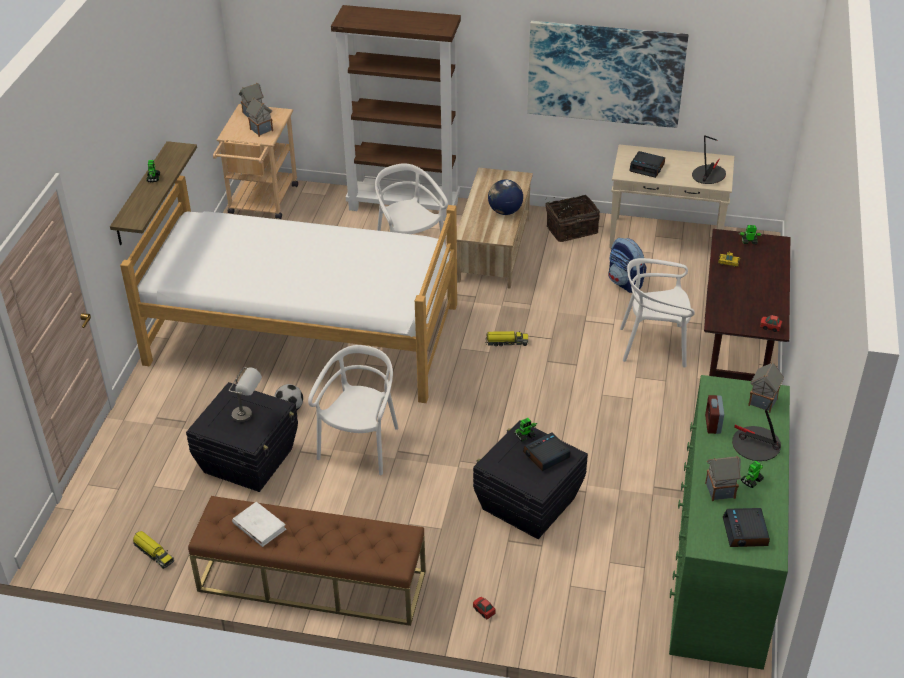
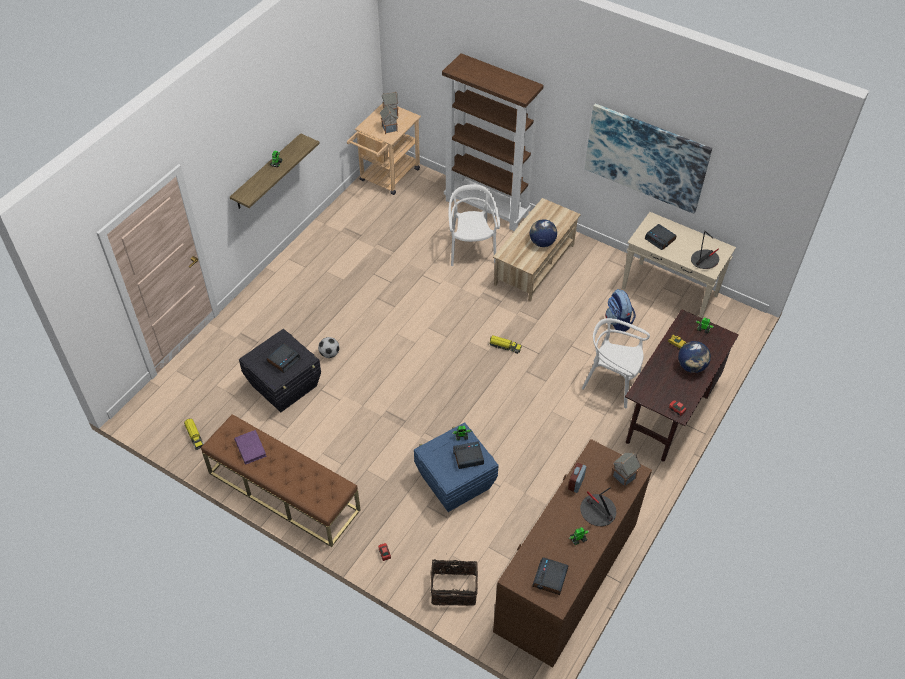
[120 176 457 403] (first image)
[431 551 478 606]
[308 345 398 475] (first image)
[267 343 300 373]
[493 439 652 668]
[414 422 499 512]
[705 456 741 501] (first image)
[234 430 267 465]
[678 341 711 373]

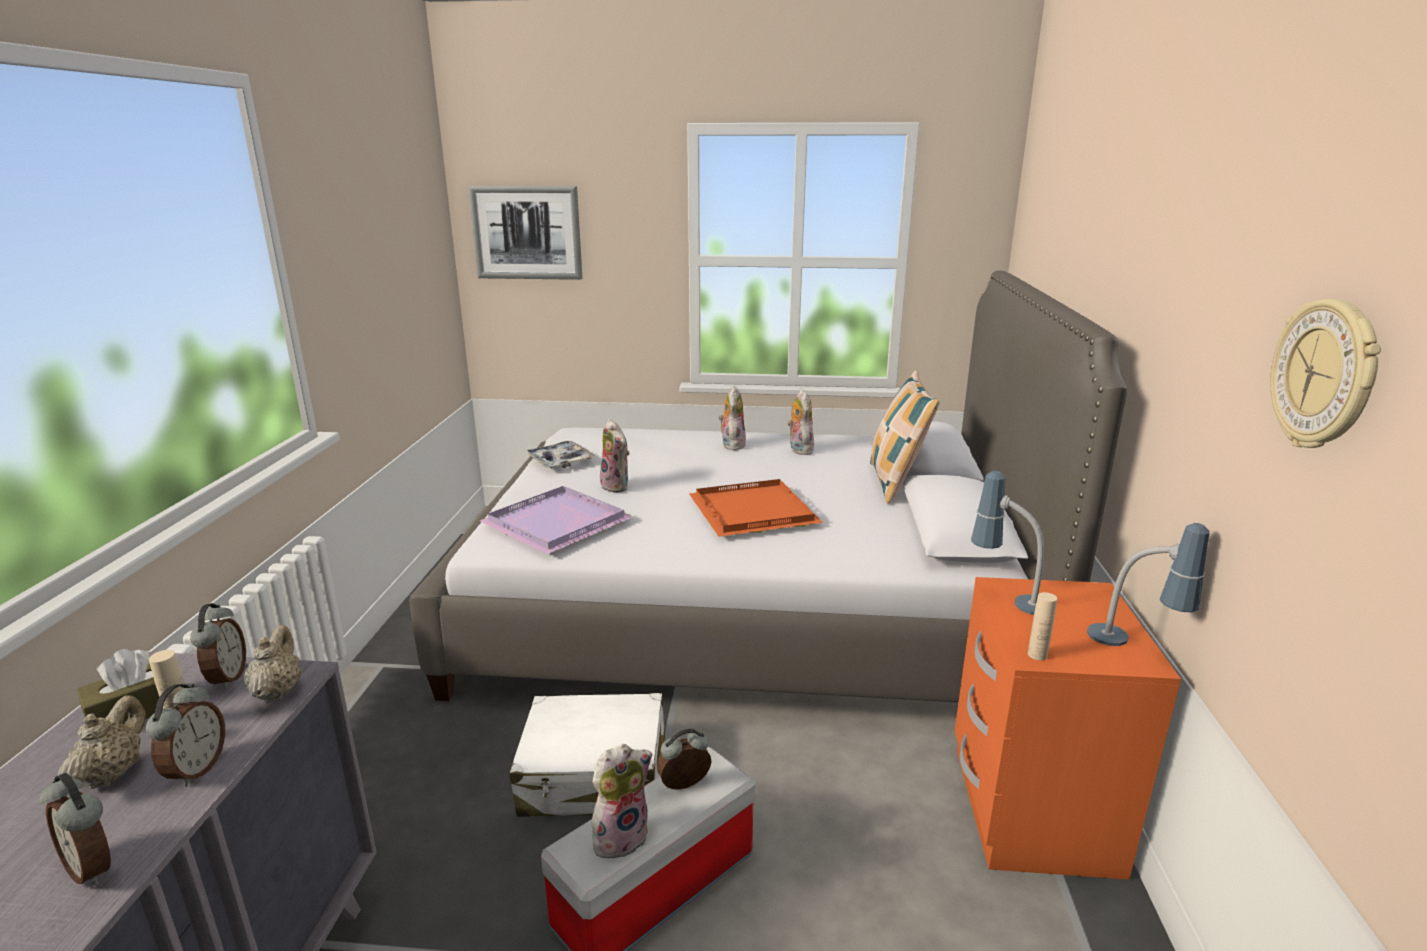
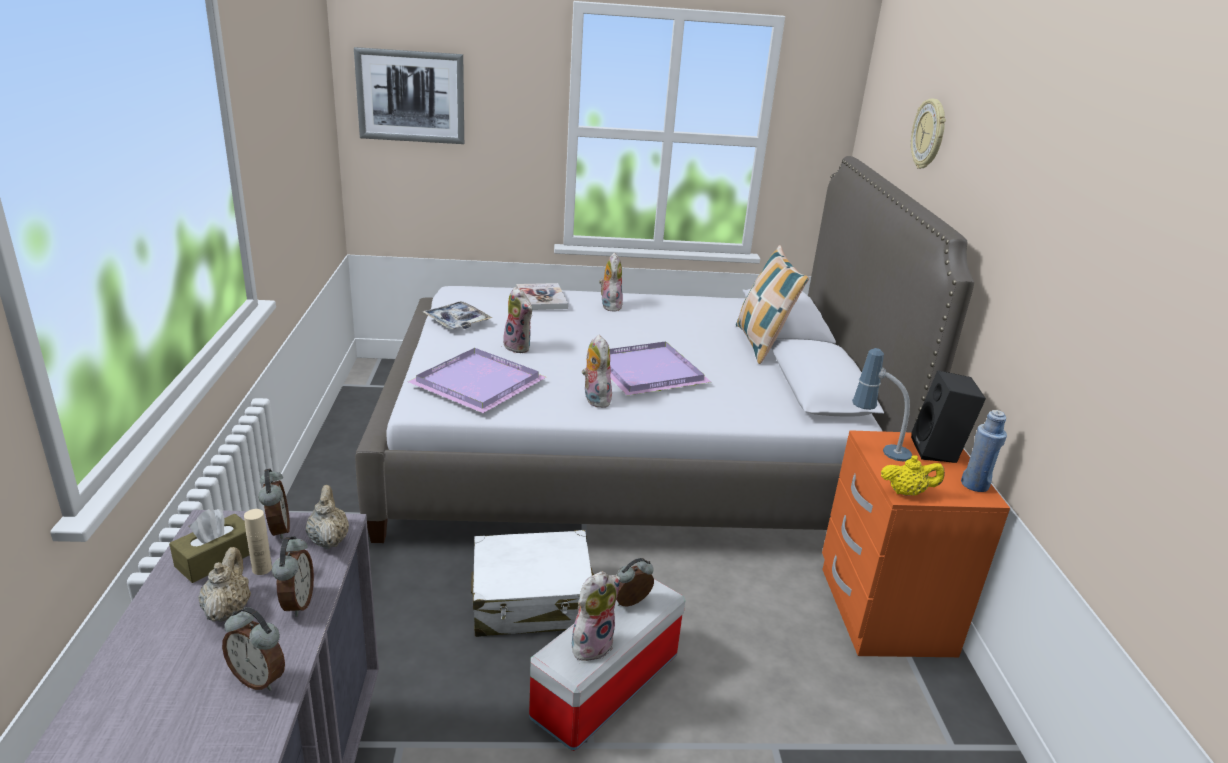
[911 99 946 169]
[582 334 612 408]
[610 341 711 396]
[961 410 1007 492]
[881 455 945 496]
[516 283 568 310]
[911 370 986 463]

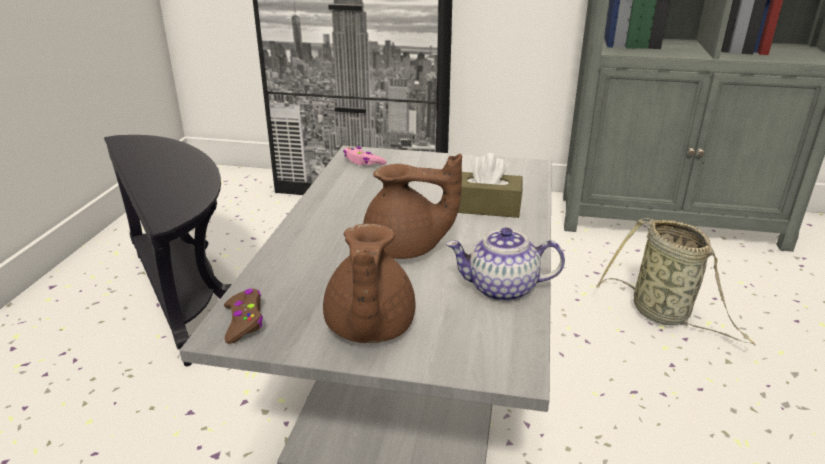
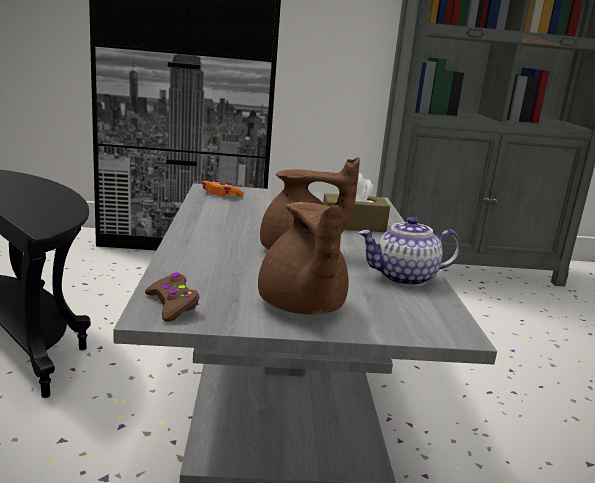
[202 180 244 197]
[596 218 756 346] (first image)

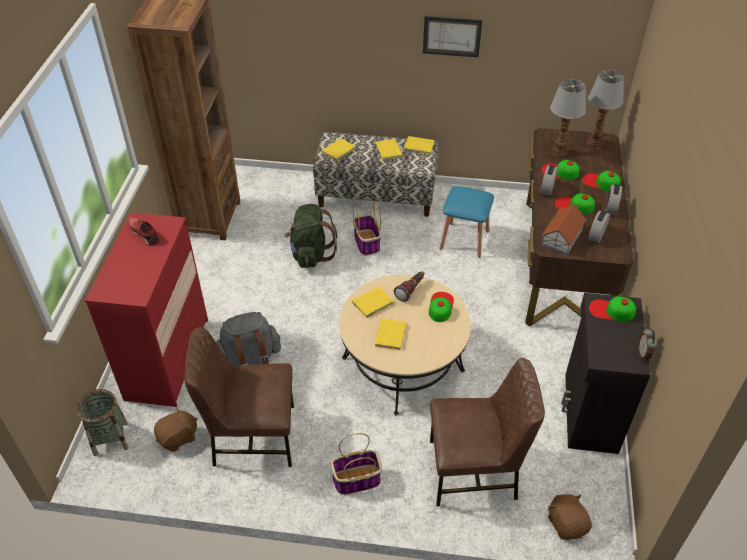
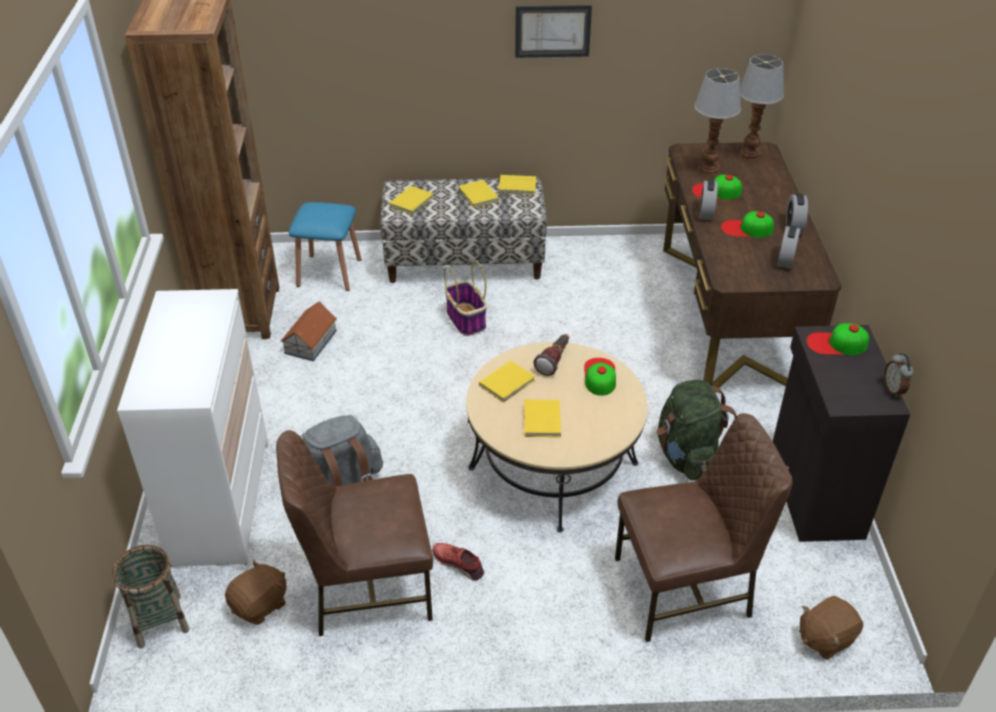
[582 171 621 191] (first image)
[289 202 361 291]
[656 380 737 480]
[281 301 337 361]
[117 289 269 567]
[432 543 484 581]
[331 433 382 495] (first image)
[799 596 863 660]

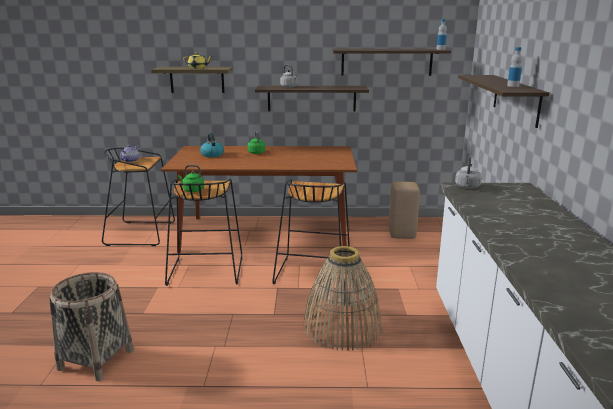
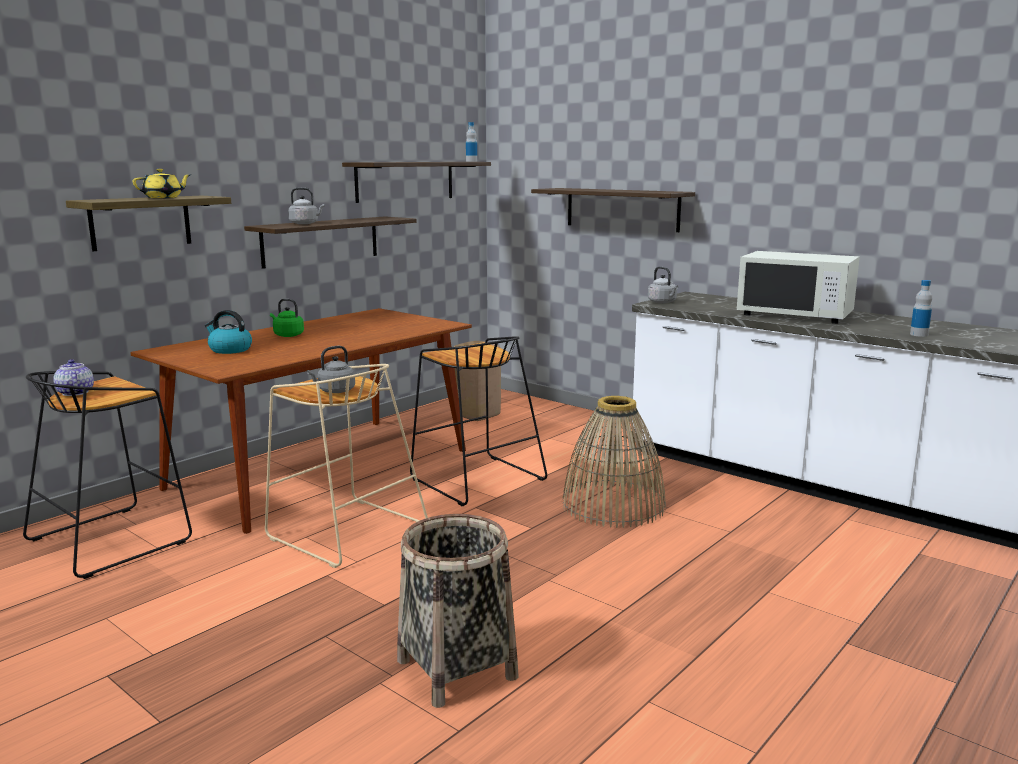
[910 280 932 337]
[307 346 355 393]
[265 364 428 568]
[737 251 860 324]

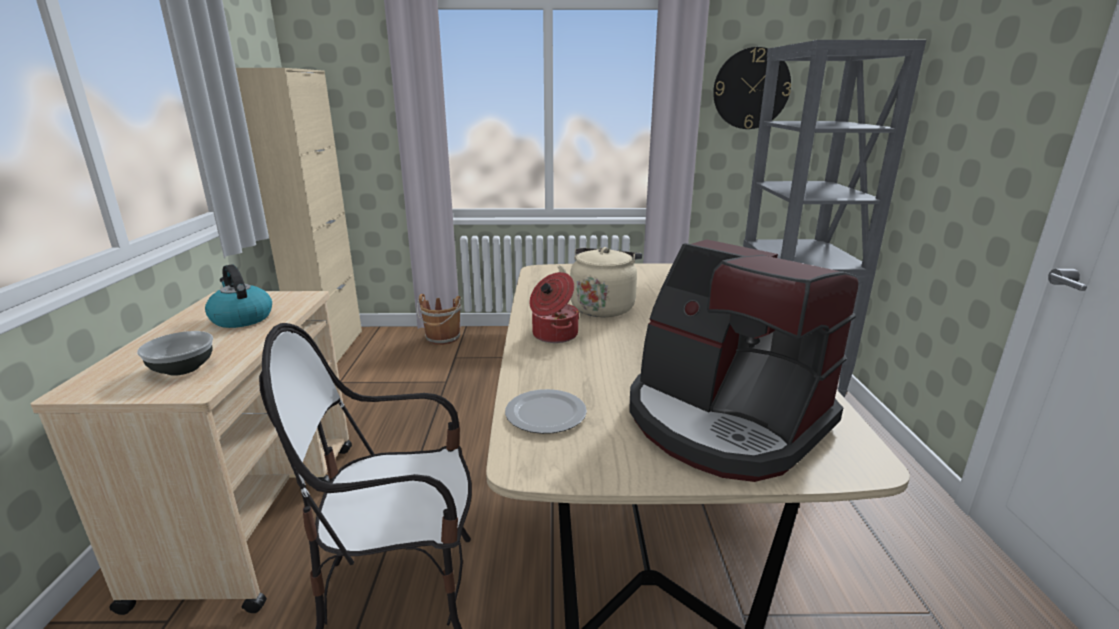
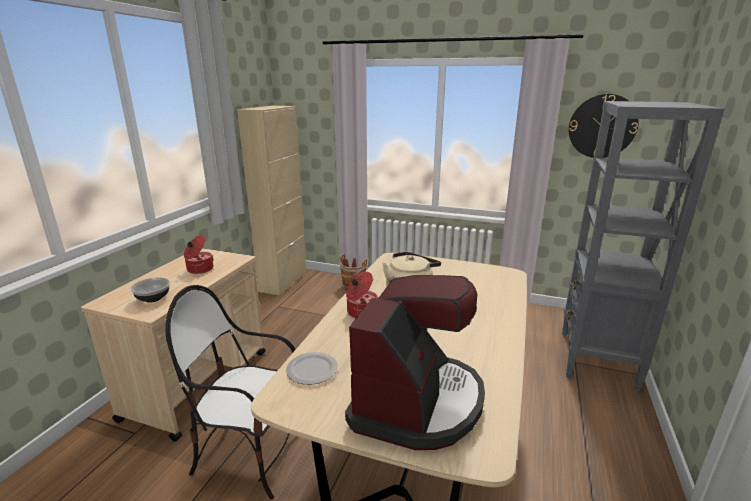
[345 275 485 450]
[184 235 214 274]

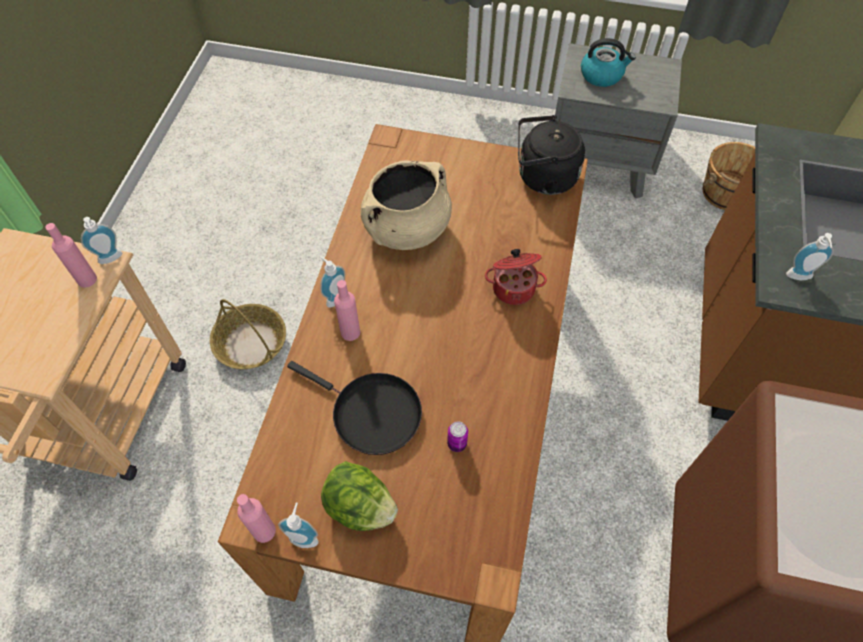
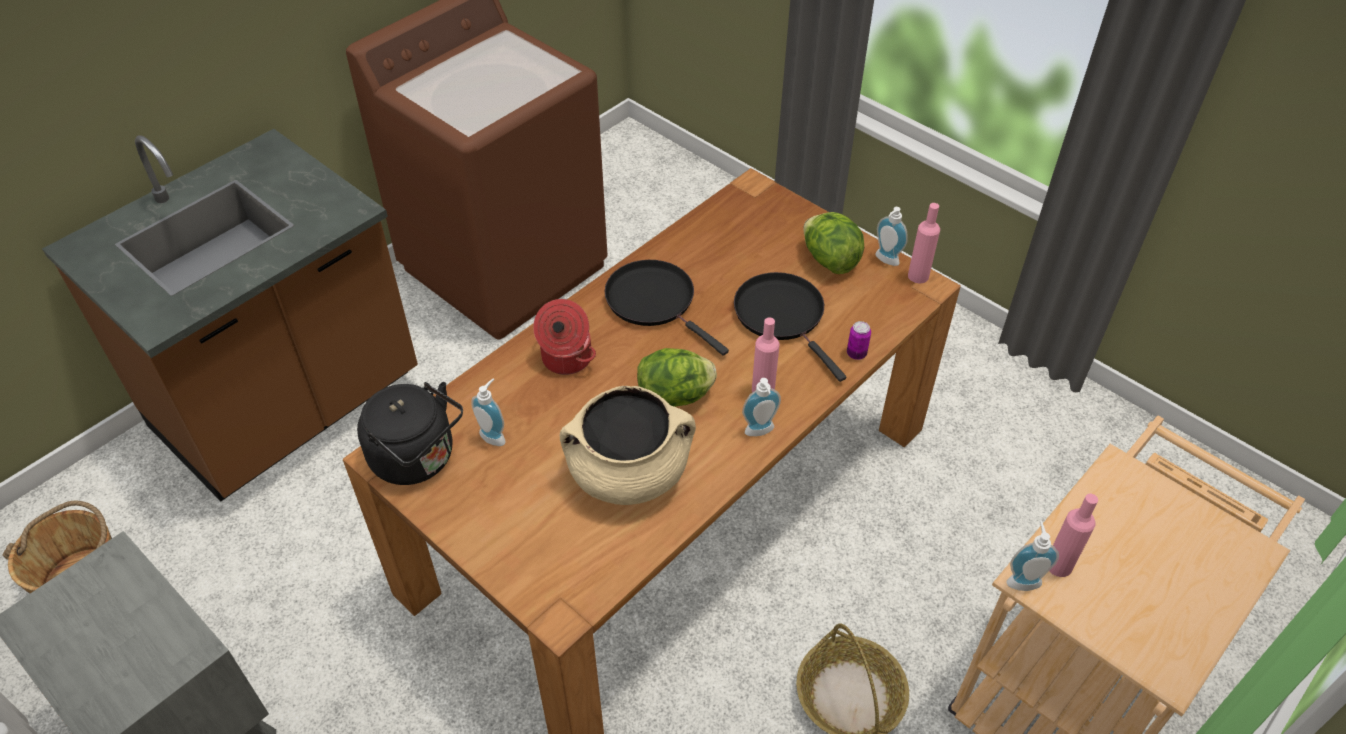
[581 38 636 87] (first image)
[471 378 506 446]
[847 321 871 360]
[604 260 729 356]
[637 348 717 407]

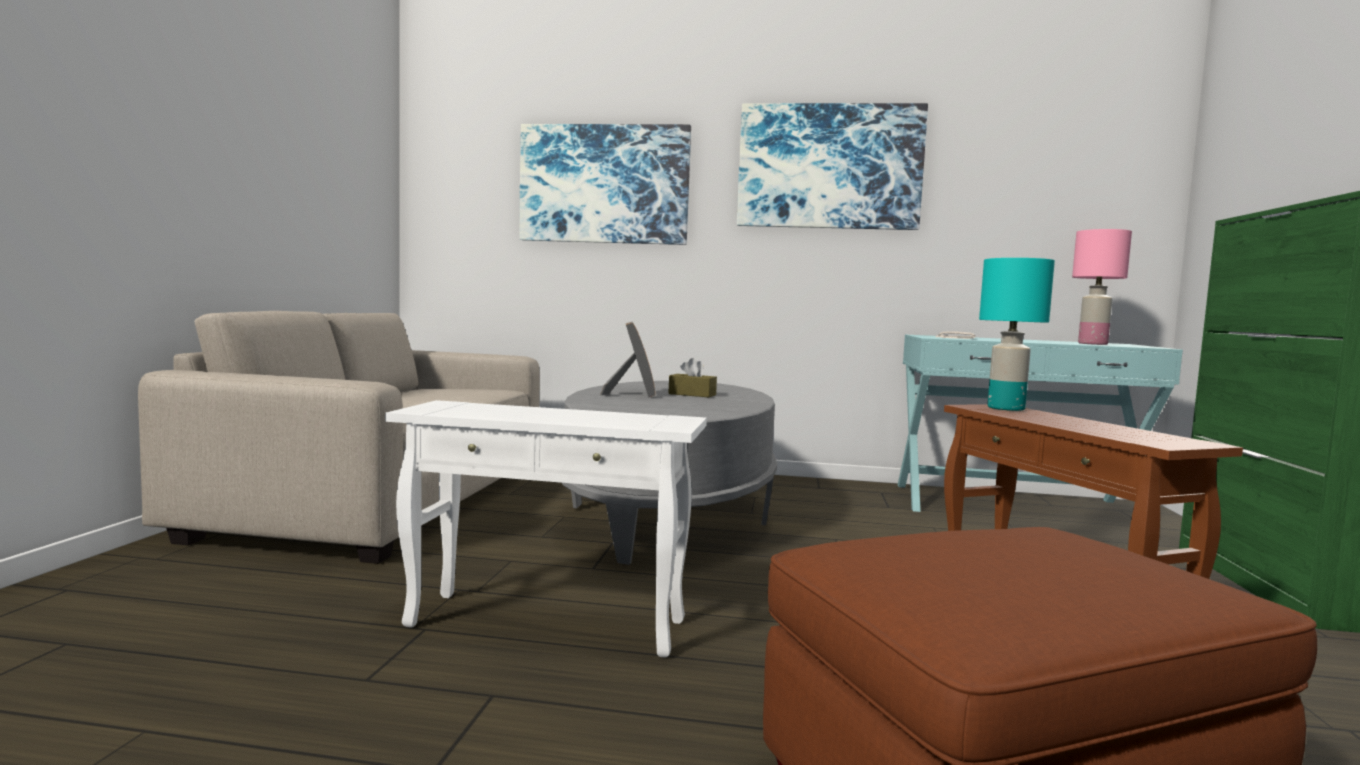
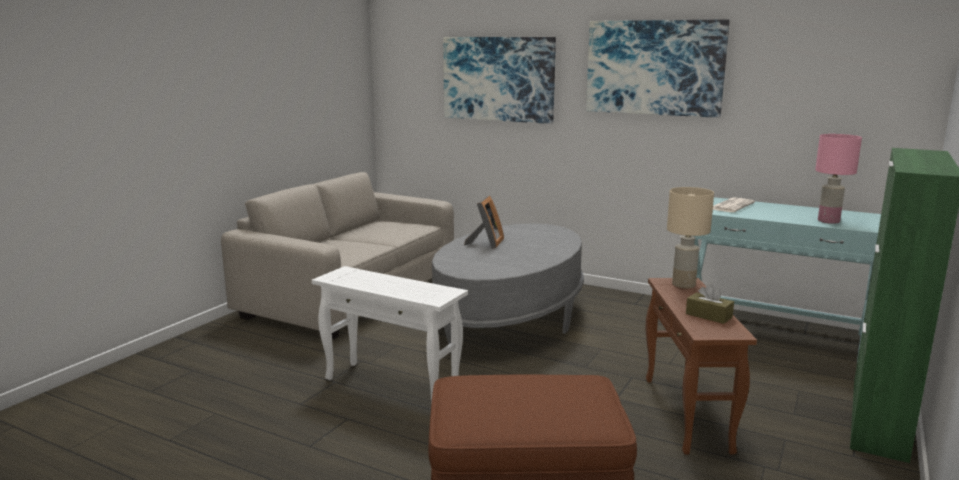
[667 187 714 288]
[686 284 734 324]

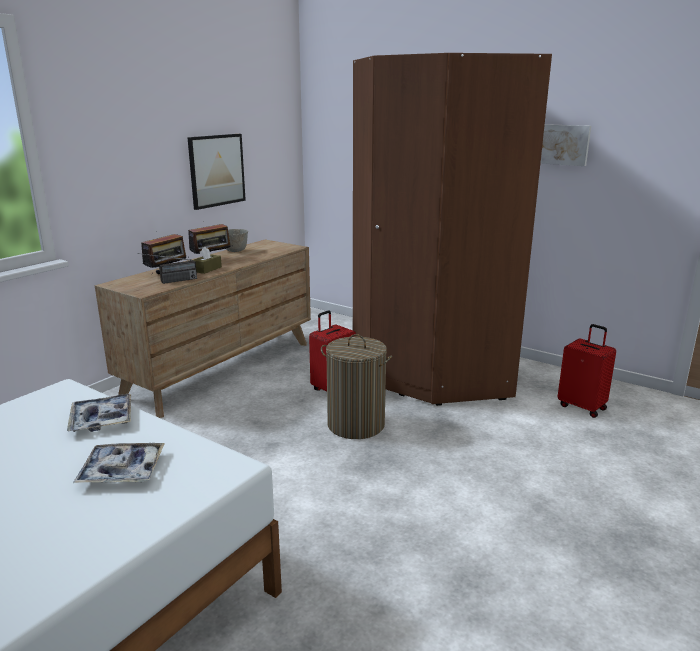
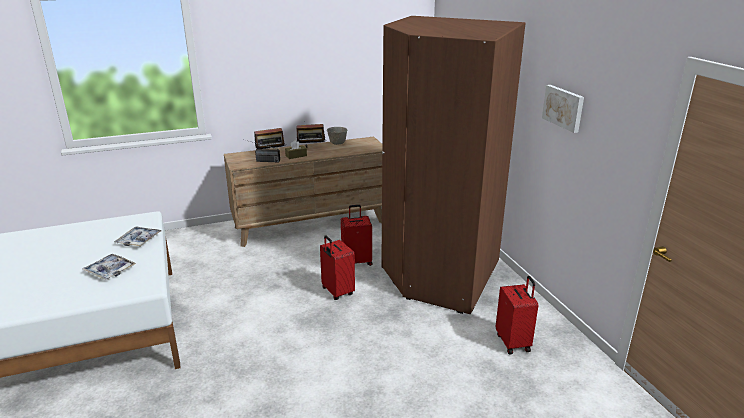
[187 134 246 210] (first image)
[320 235 355 300]

